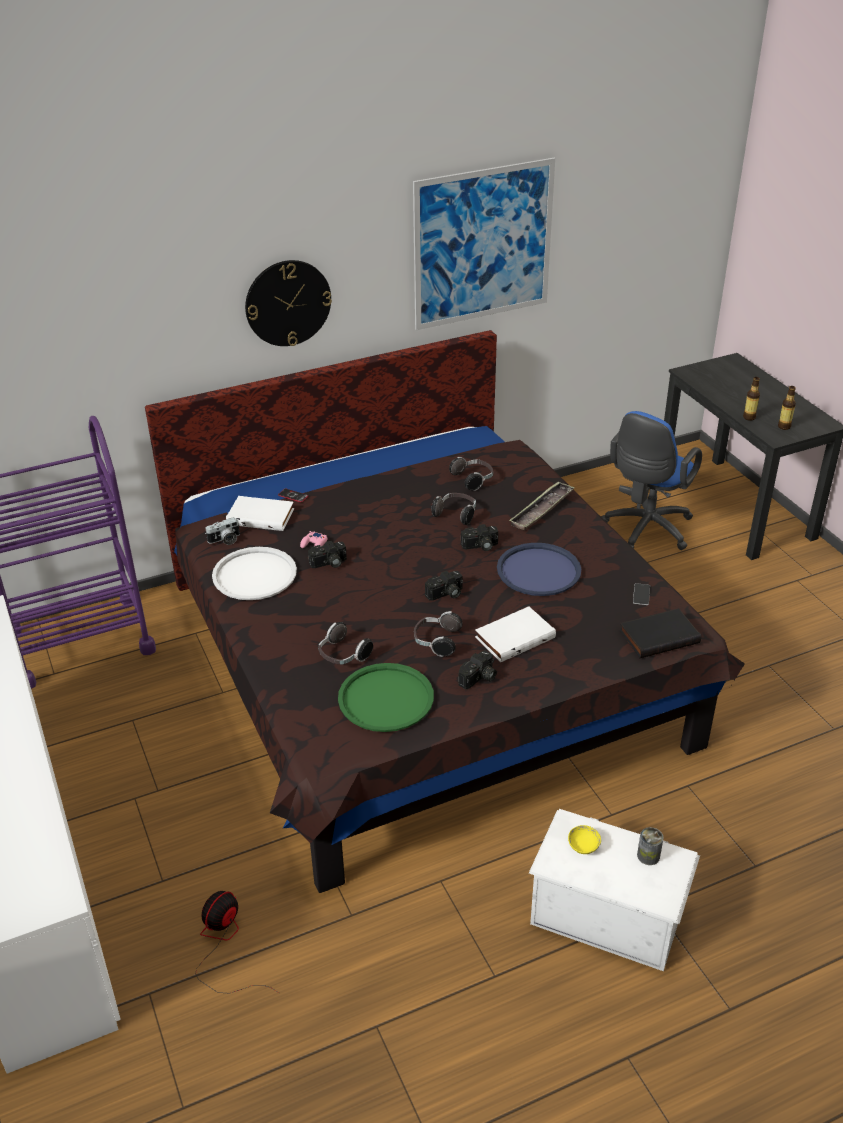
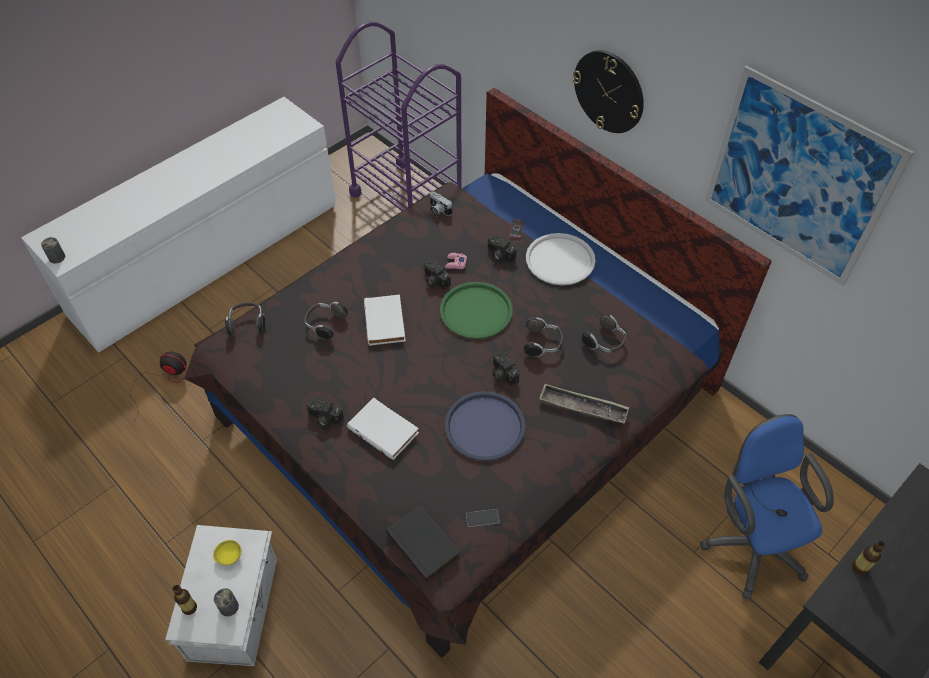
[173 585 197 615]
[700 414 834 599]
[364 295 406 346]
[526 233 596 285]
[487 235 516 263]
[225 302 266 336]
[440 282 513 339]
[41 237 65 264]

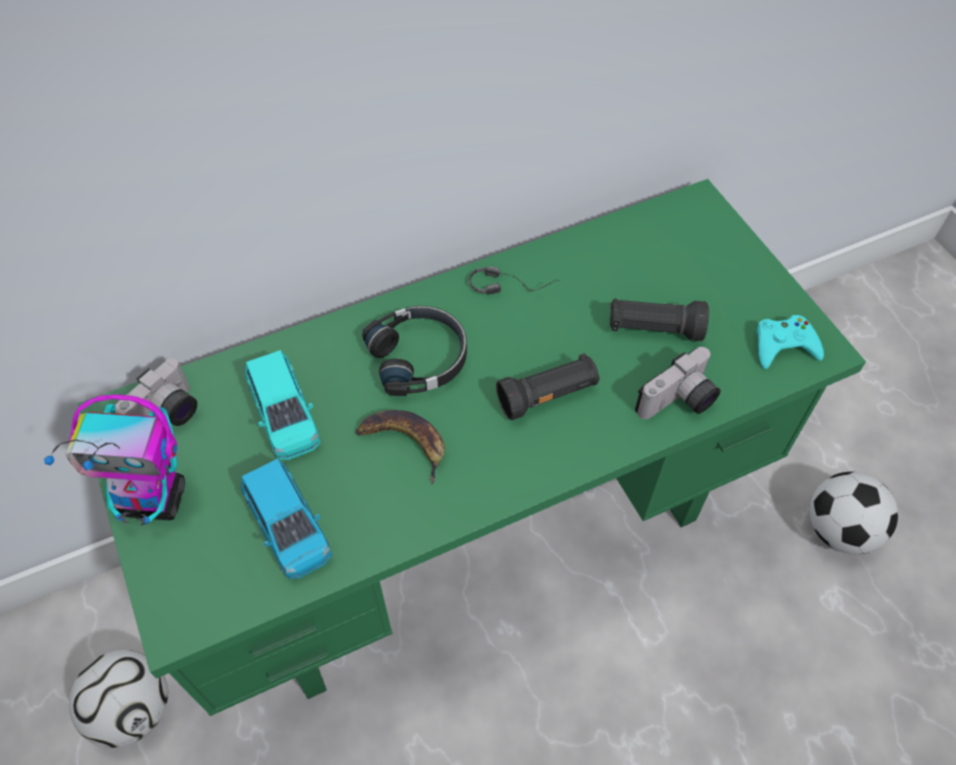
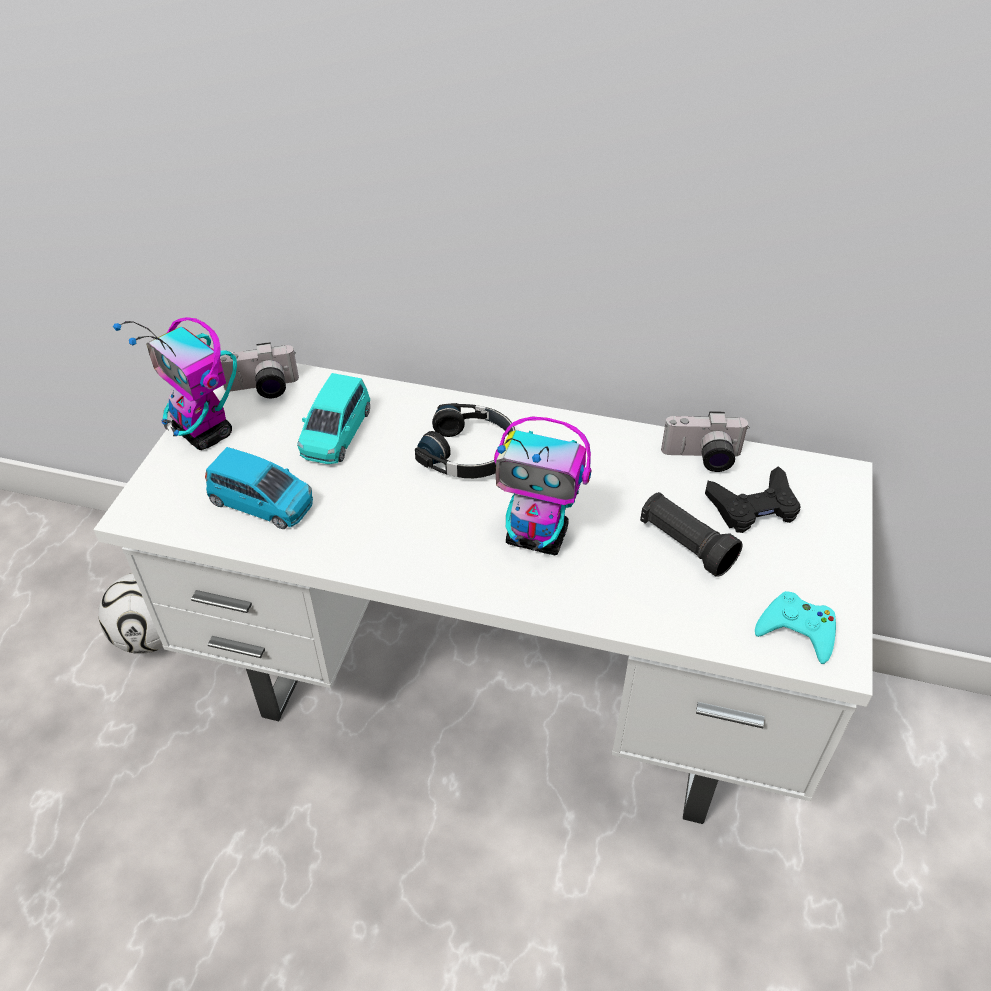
[93 352 873 824]
[469 266 560 295] (first image)
[661 411 750 472]
[494 416 591 556]
[356 410 445 484] (first image)
[205 447 313 529]
[810 472 898 554] (first image)
[705 466 801 533]

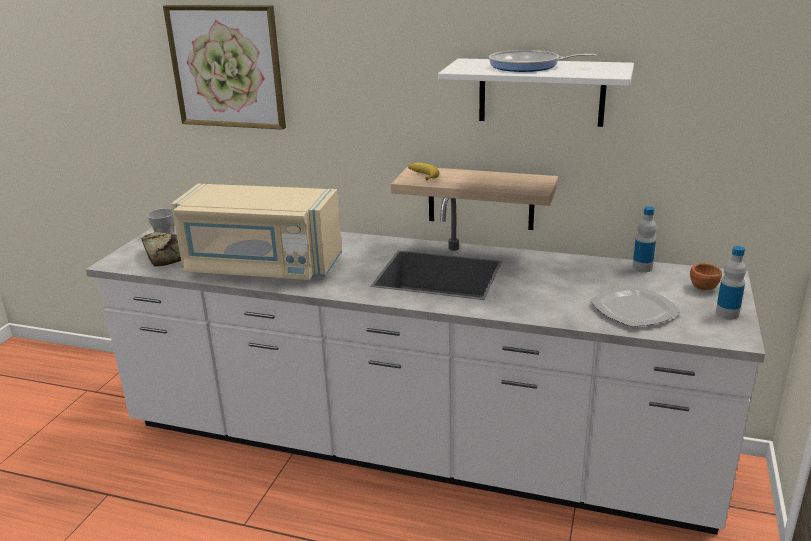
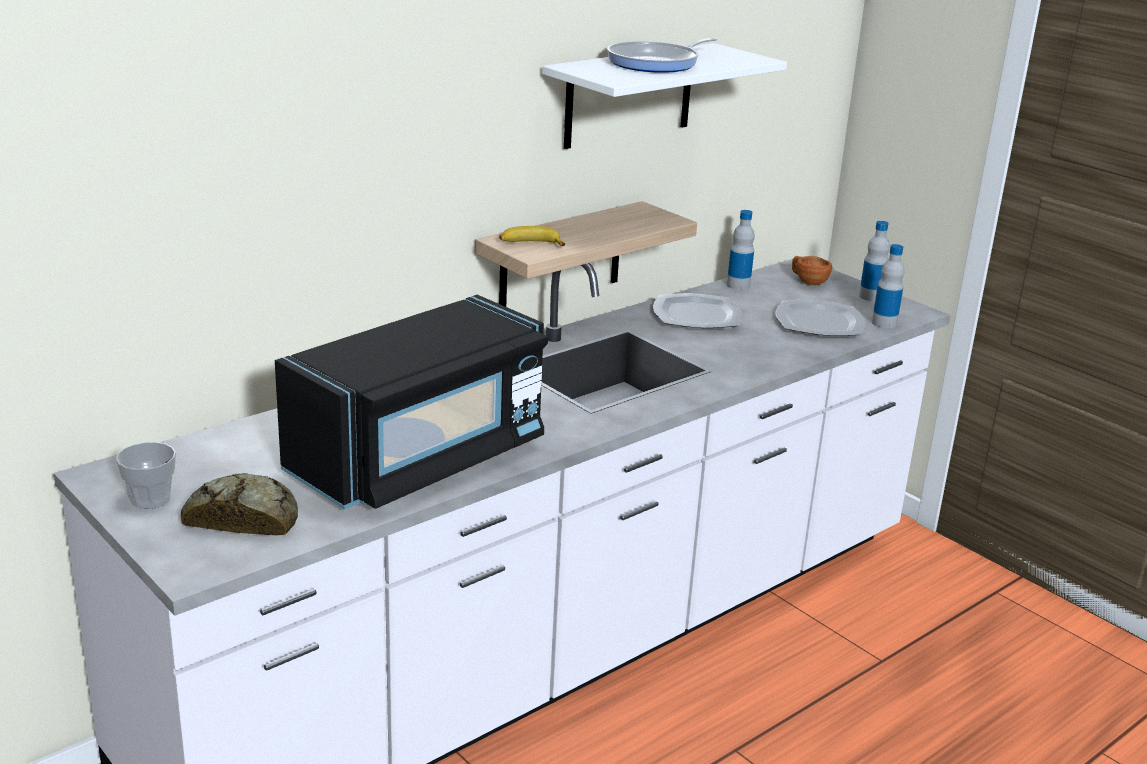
[163 5 286 130] (first image)
[275 295 548 510]
[872 244 905 329]
[653 293 742 328]

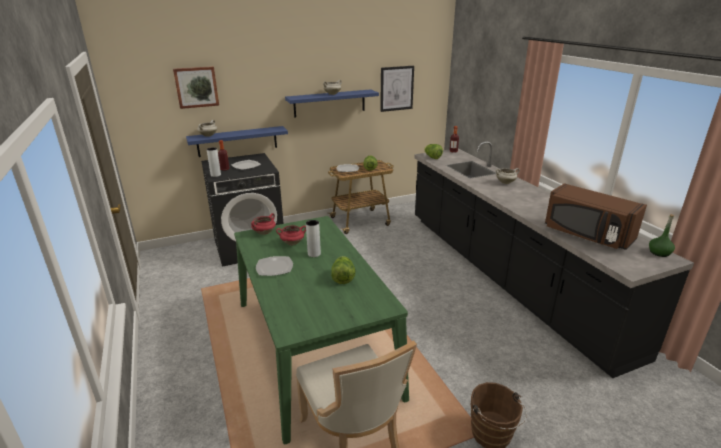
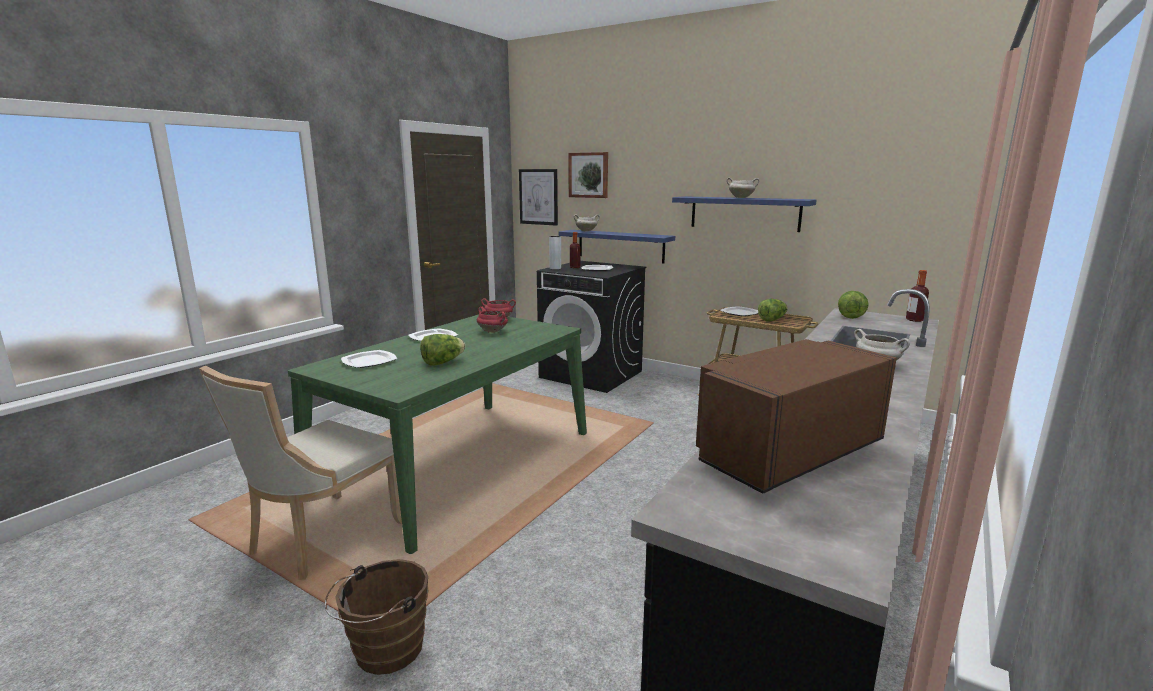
[519 169 558 226]
[696 339 897 494]
[649 214 675 257] (first image)
[306 220 321 257] (first image)
[341 350 397 368]

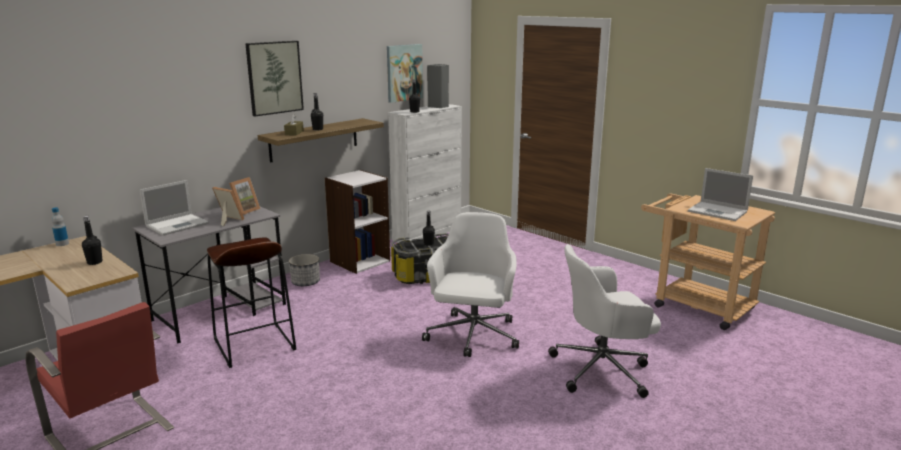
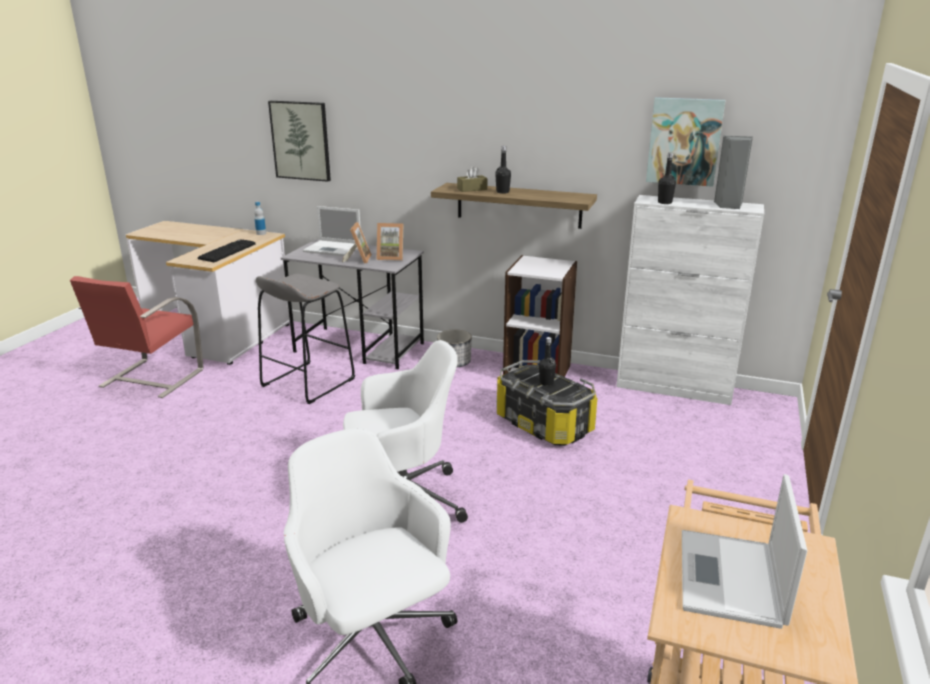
[268 101 331 182]
[198 239 256 262]
[256 274 355 404]

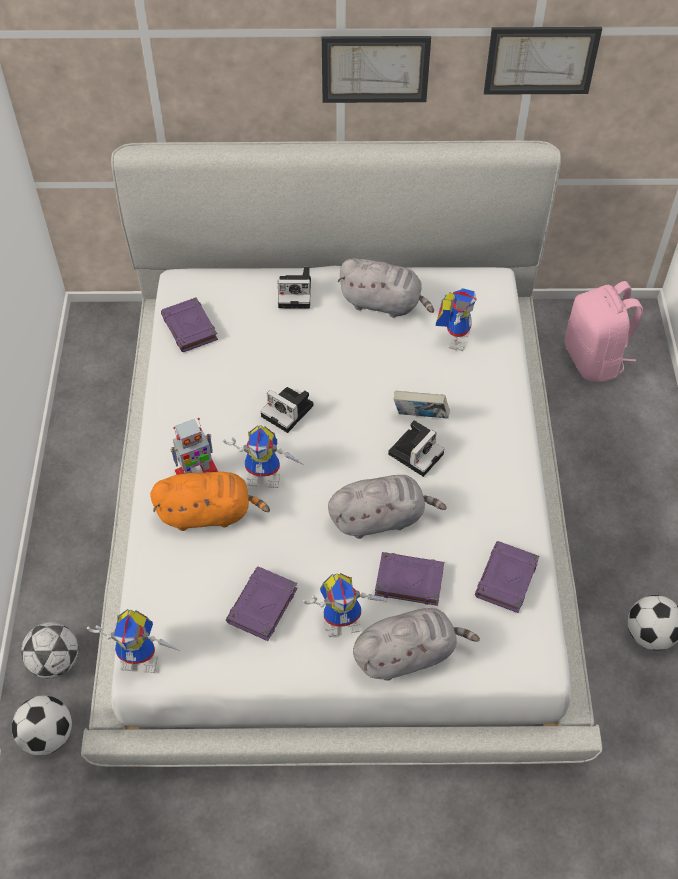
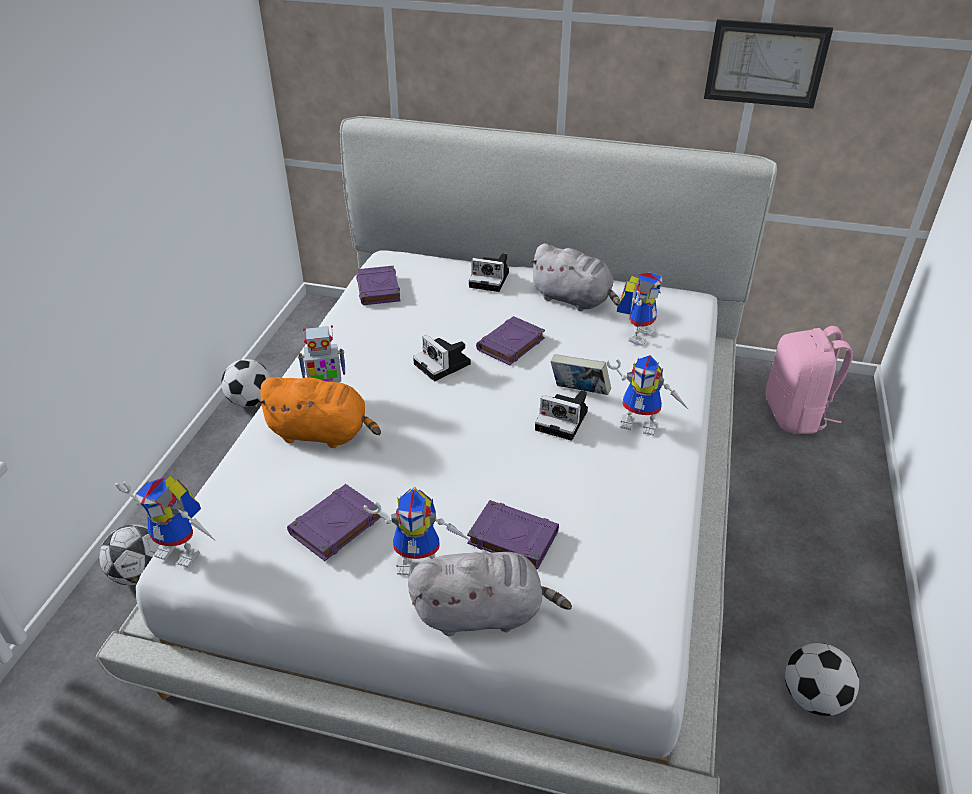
[322 36 431 103] (first image)
[535 390 588 441]
[606 355 690 436]
[328 475 447 539] (first image)
[476 316 545 365]
[221 359 270 407]

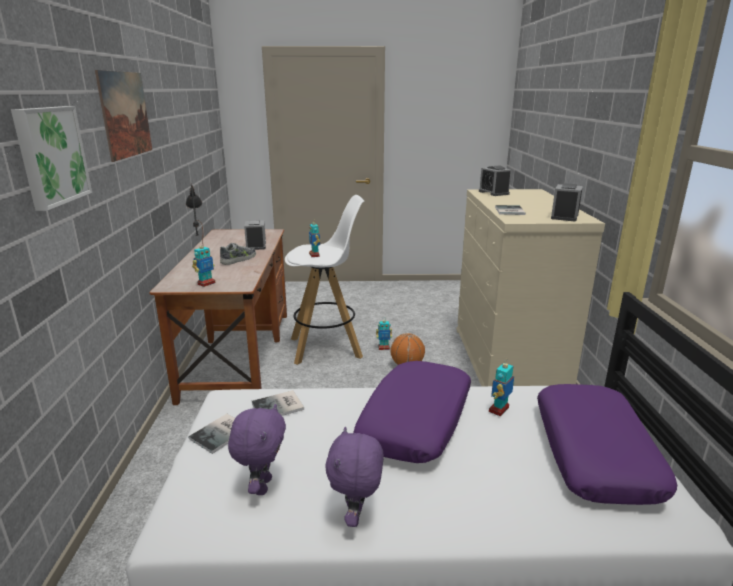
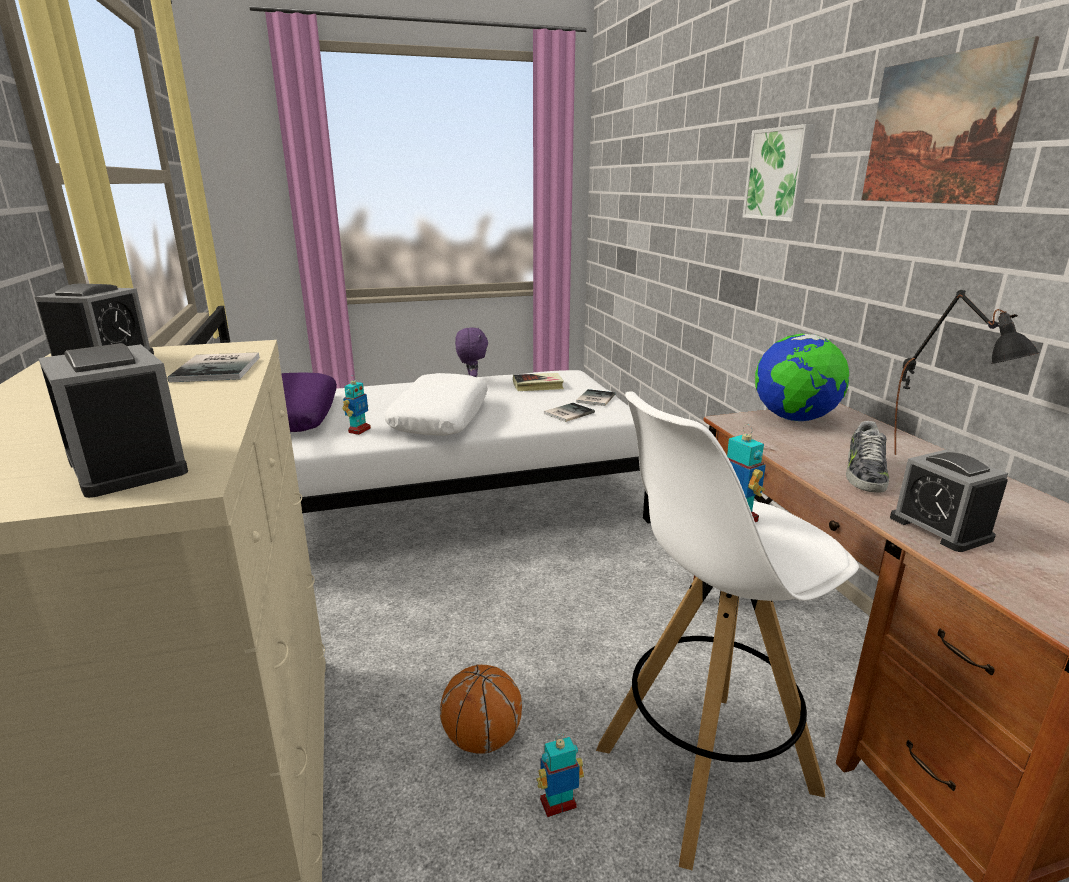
[755 334 849 421]
[385 373 488 436]
[513 373 564 391]

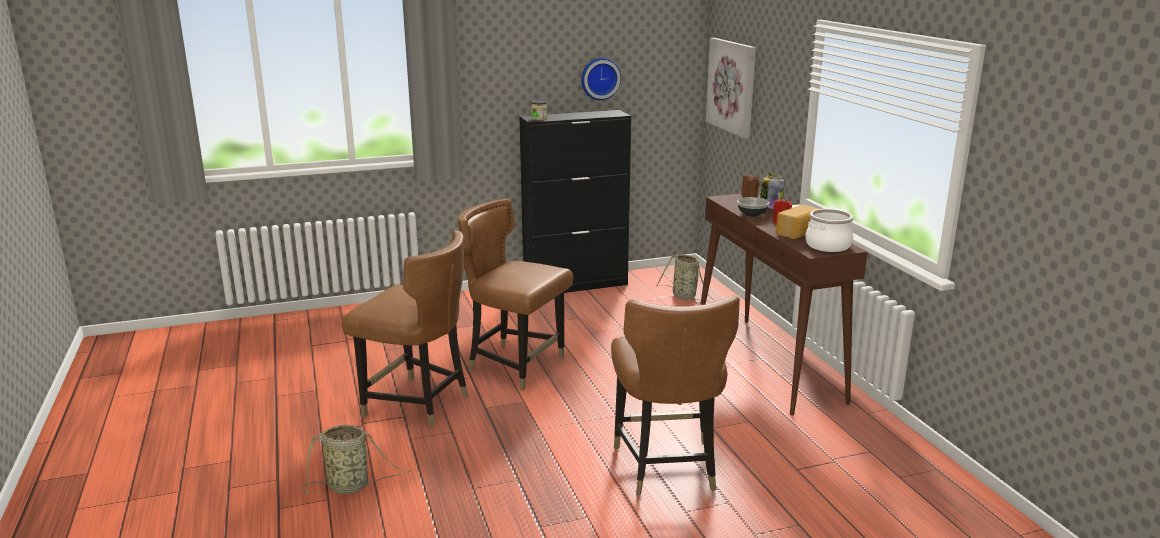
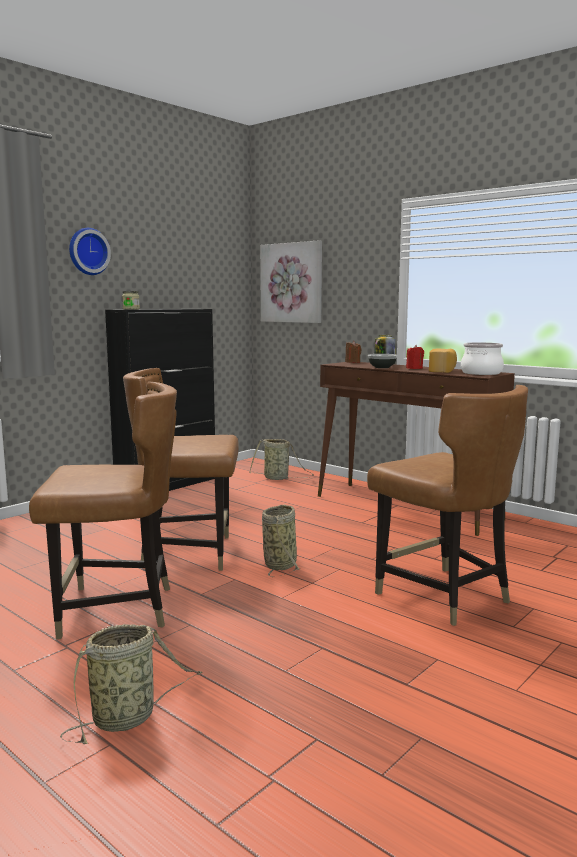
[69 228 111 275]
[262 505 301 577]

